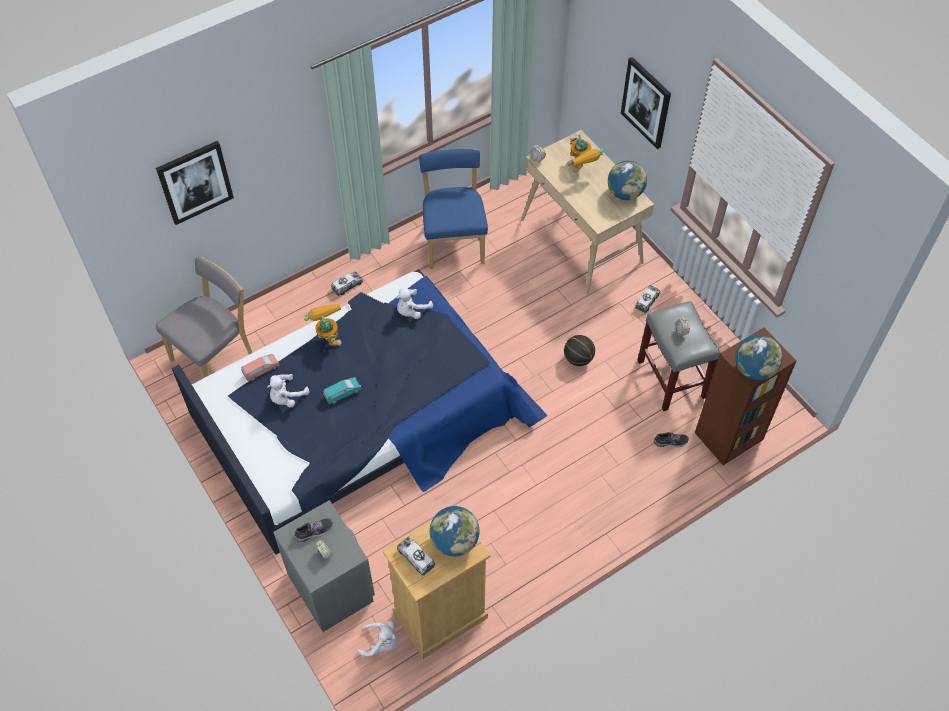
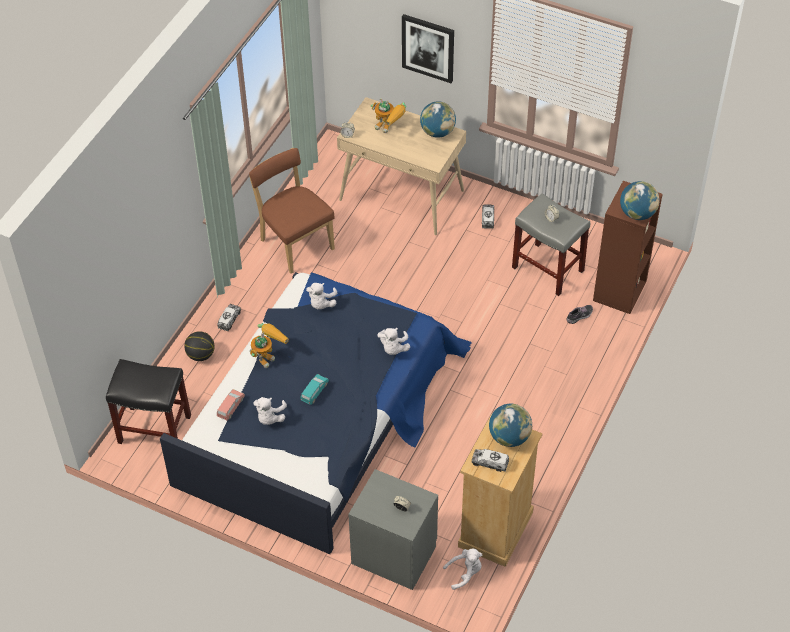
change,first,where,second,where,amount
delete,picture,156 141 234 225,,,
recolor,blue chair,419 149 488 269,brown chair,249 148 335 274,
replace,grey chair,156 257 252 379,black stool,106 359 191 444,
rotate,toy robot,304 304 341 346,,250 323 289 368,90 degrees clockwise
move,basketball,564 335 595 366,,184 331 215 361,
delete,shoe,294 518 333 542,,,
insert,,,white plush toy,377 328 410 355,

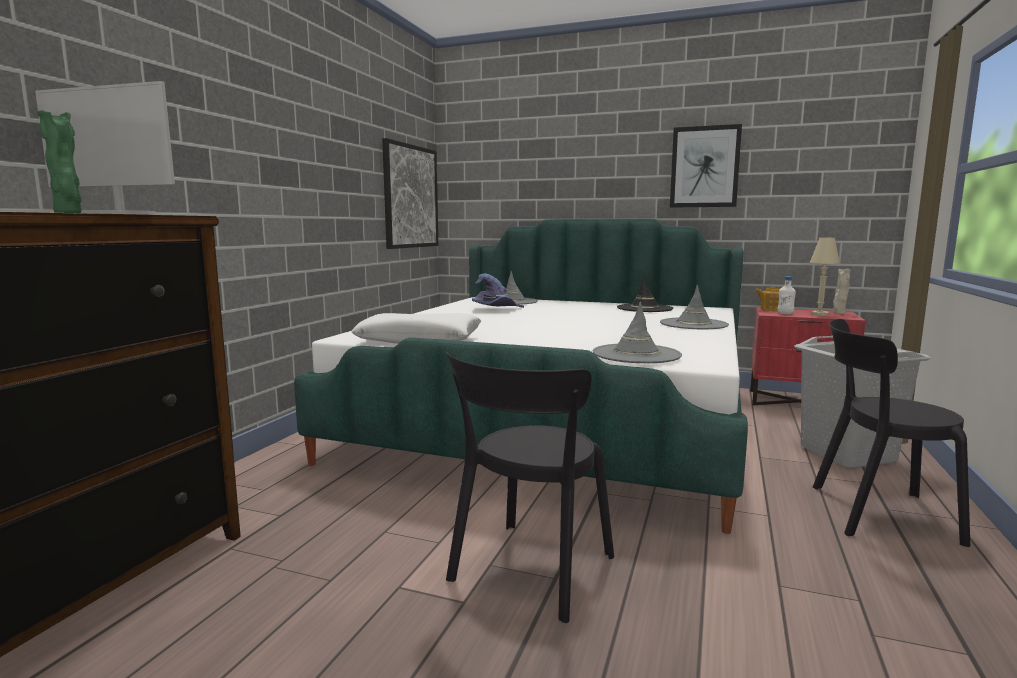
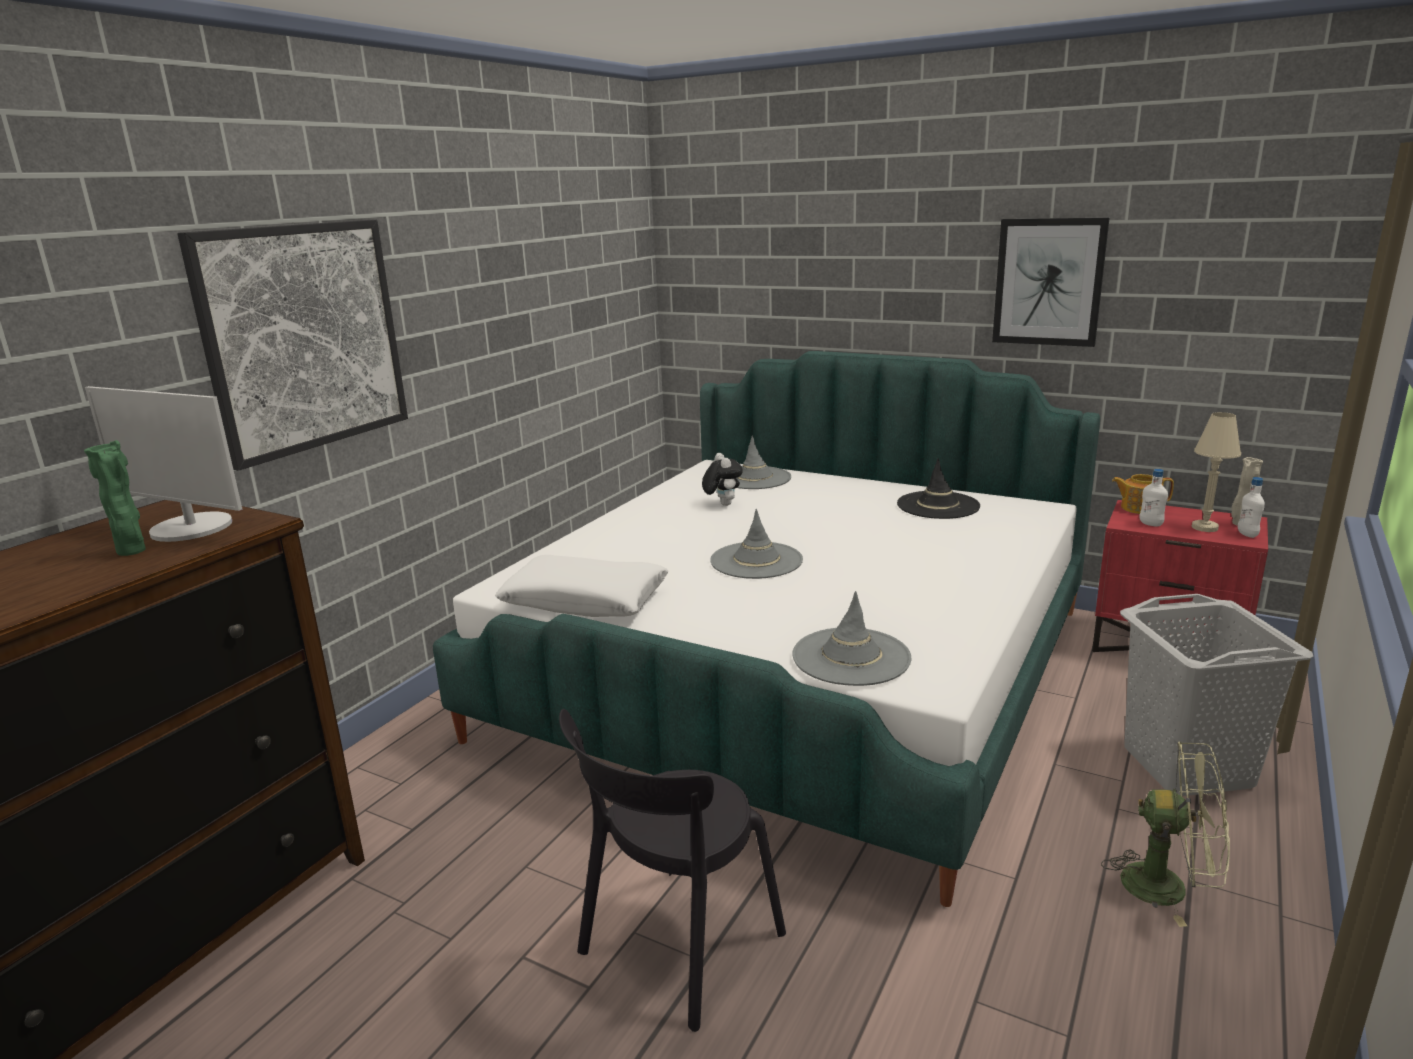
change,first,where,second,where,amount
move,picture,382 138 438 249,,177 220 408 471,
replace,purple hat,472 273 524 308,plush toy,702 453 743 506,
move,grey hat,660 285 729 329,,710 509 803 579,
replace,black chair,813 319 970 547,green fan,1101 741 1230 927,
insert,,,white bottle,1238 477 1265 538,

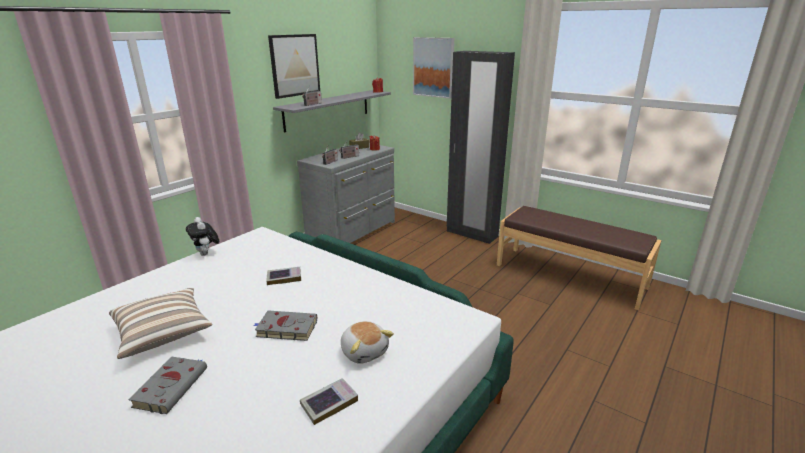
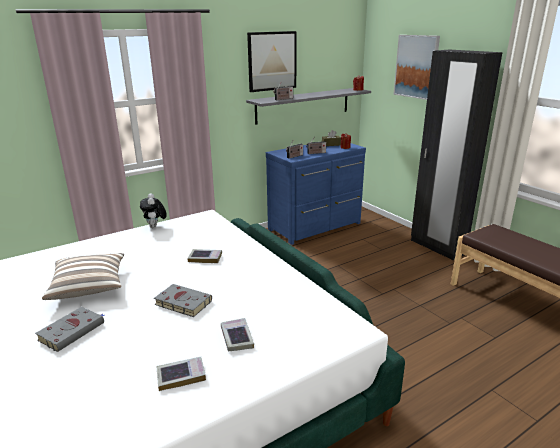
change,first,where,second,where,amount
recolor,grey dresser,297 143 395 243,blue dresser,266 143 366 245,
replace,plush toy,341 321 394 364,book,221 318 254 351,

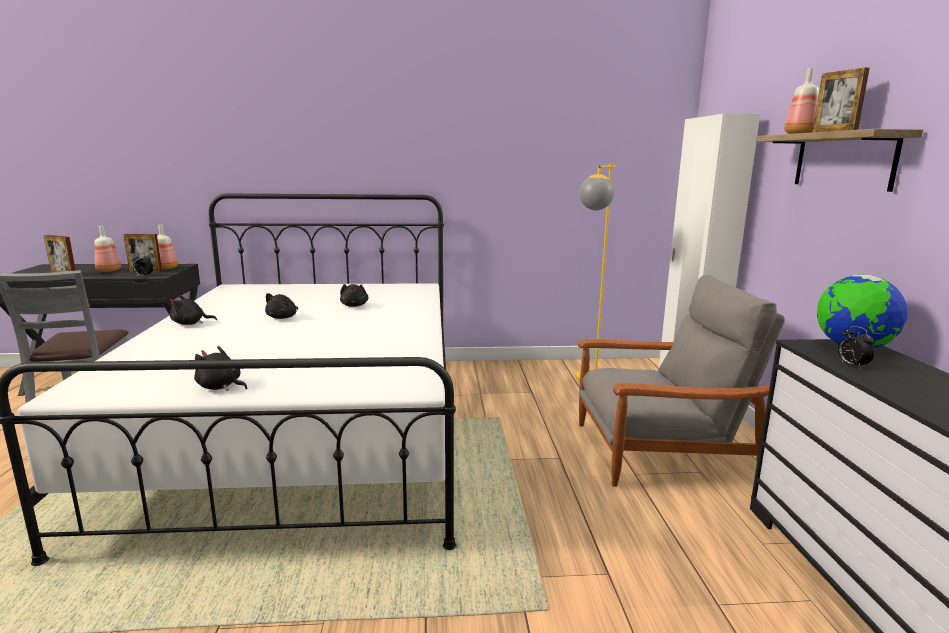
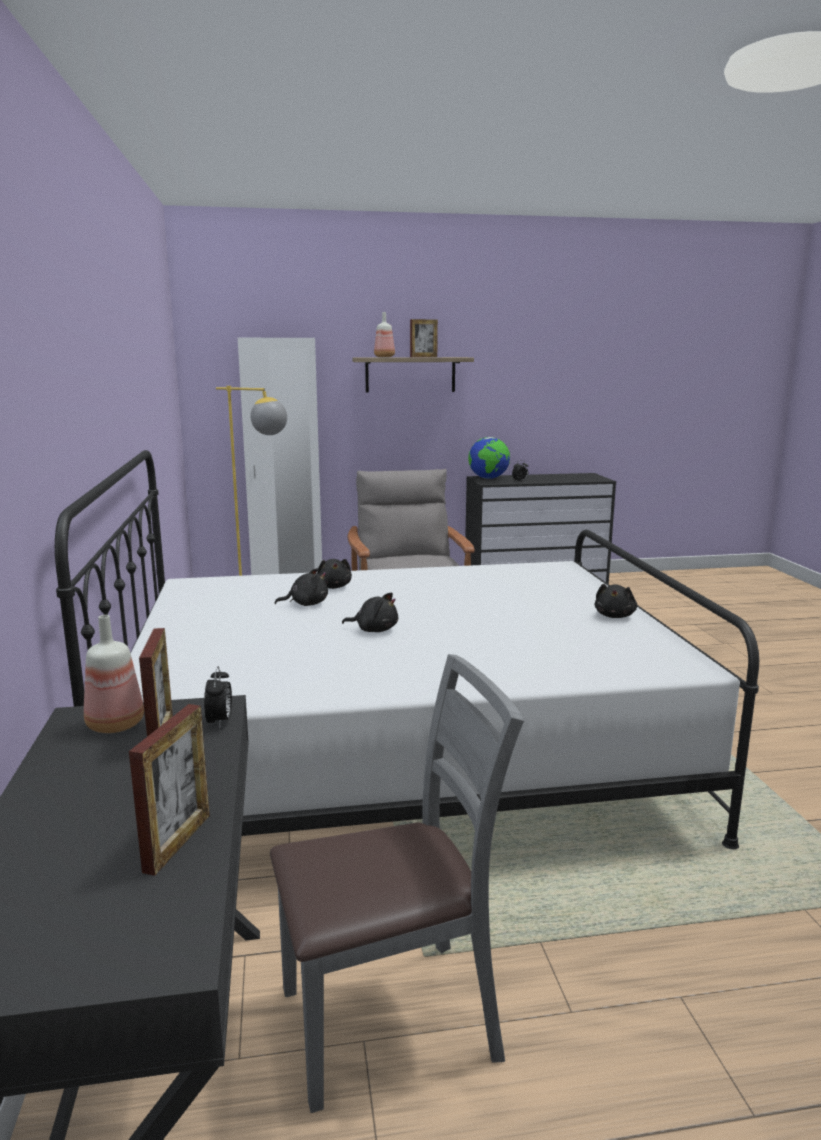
change,first,where,second,where,amount
delete,bottle,95 226 121 272,,,
move,black plush toy,170 295 217 325,,317 559 352 589,

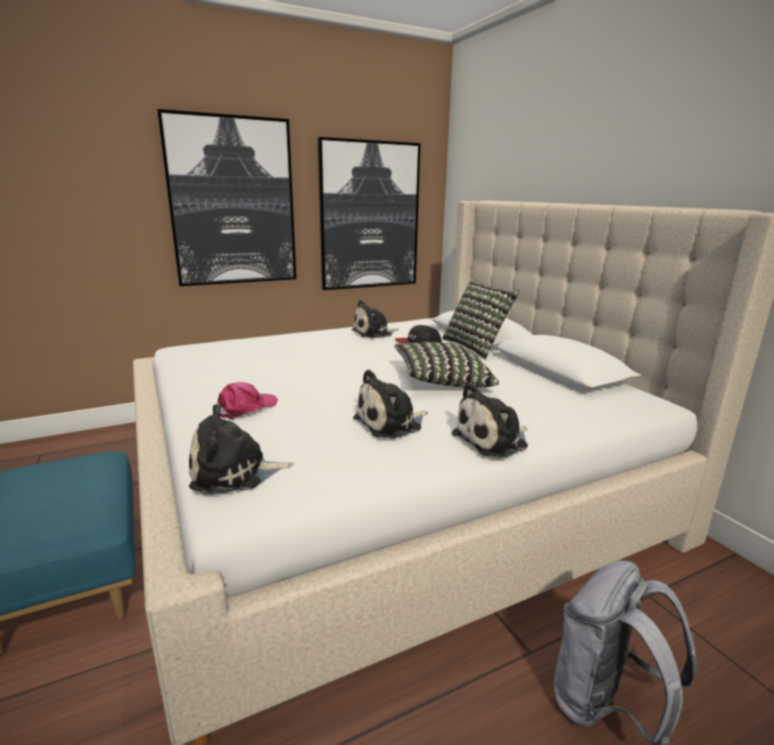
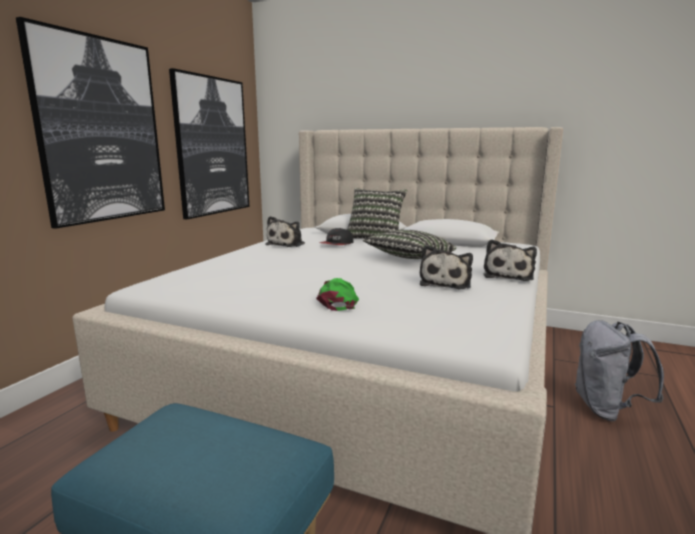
change,first,where,second,where,amount
recolor,pink cap,218 382 278 419,green cap,316 278 359 311,
delete,plush toy,189 404 294 495,,,

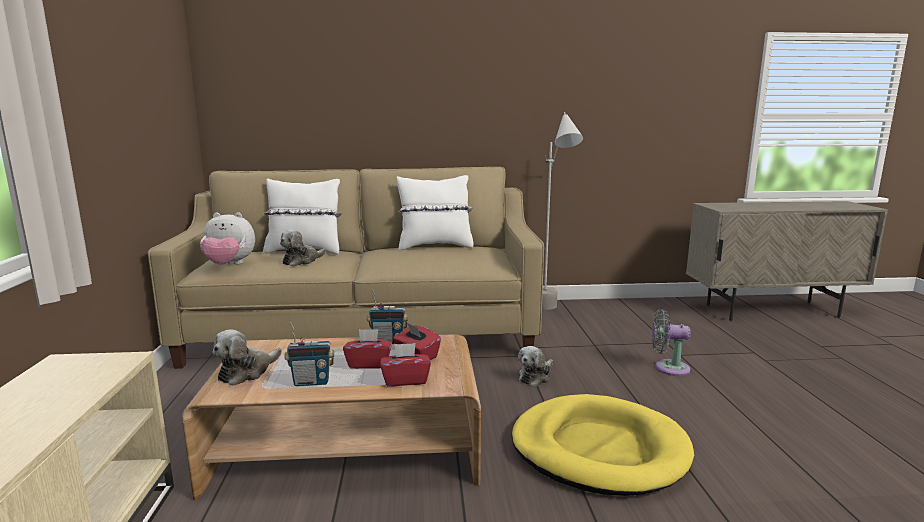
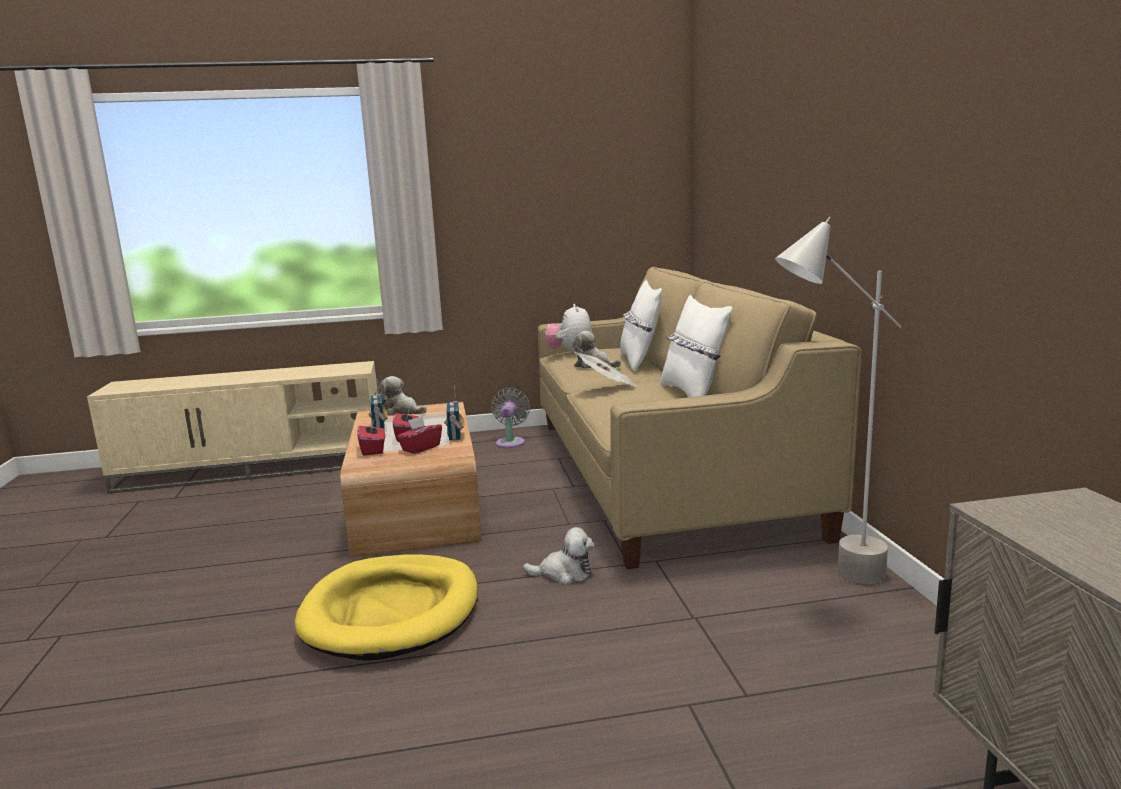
change,first,where,second,where,amount
move,grey fan,652 309 691 376,,491 388 530 448,
rotate,plush toy,518 346 553 387,,523 527 595 584,150 degrees clockwise
insert,,,newspaper,574 352 638 387,

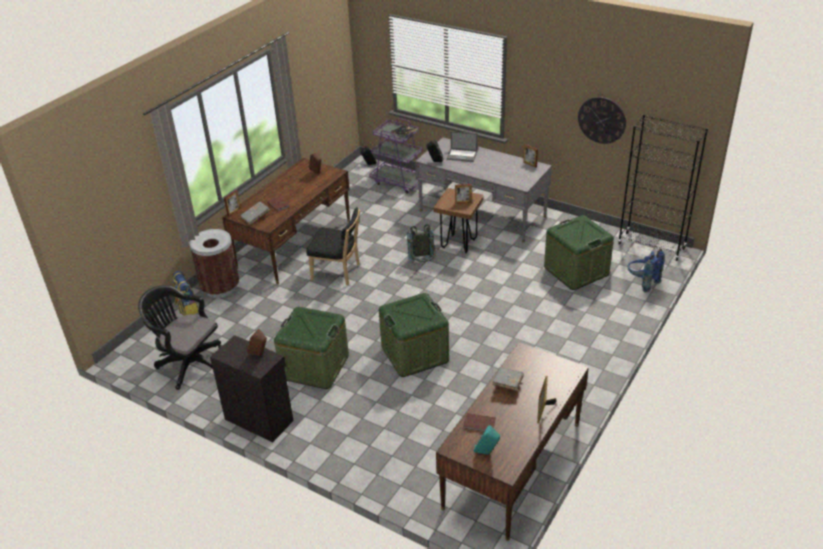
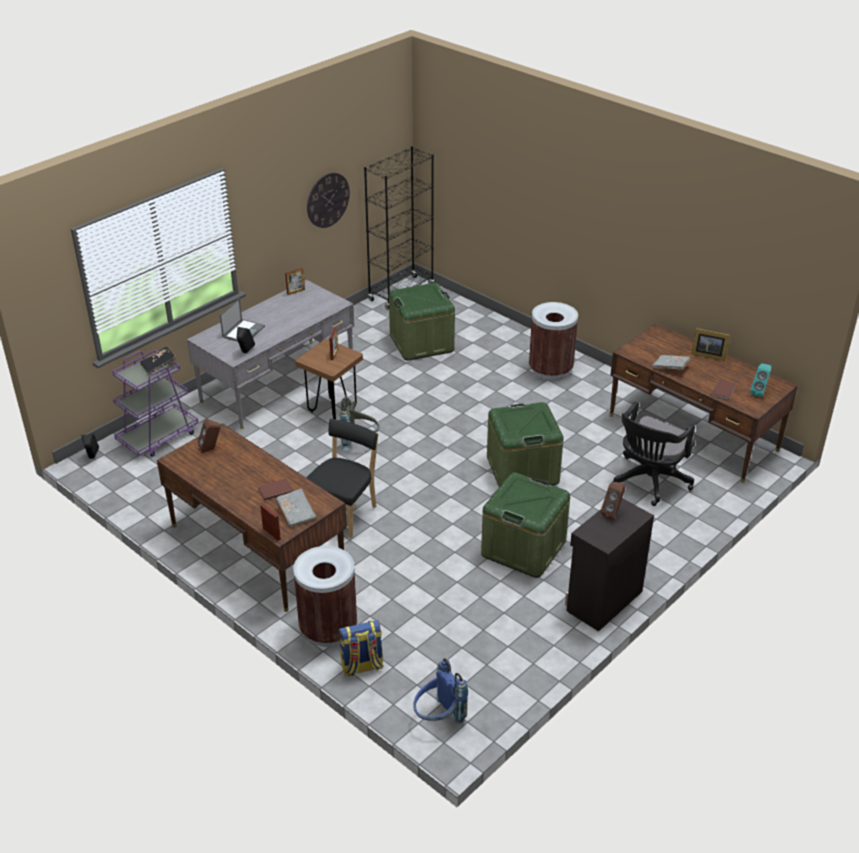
change,first,where,second,where,amount
move,blue backpack,627 249 665 293,,413 658 468 724,
move,black office chair,138 285 223 390,,612 402 695 506,
insert,,,brown trash can,529 302 578 381,

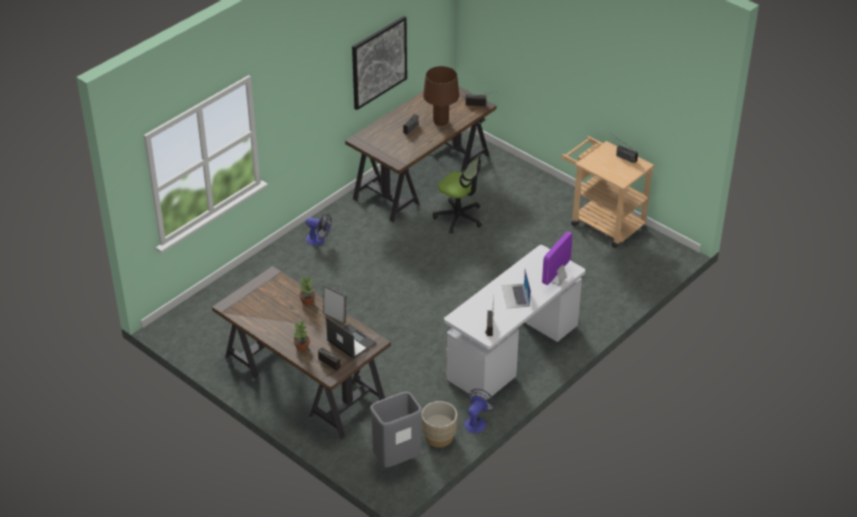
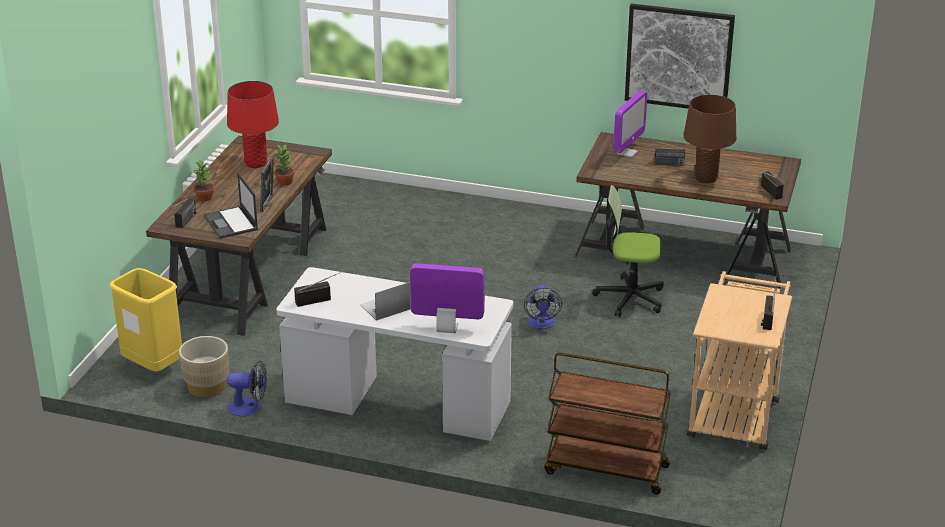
change,first,where,second,where,amount
rotate,office chair,433 153 482 234,,592 185 664 317,90 degrees clockwise
move,fan,306 214 332 246,,524 285 562 329,
rotate,laptop,326 317 376 359,,204 172 258 239,135 degrees clockwise
recolor,grey trash can,370 392 422 467,yellow trash can,109 268 182 372,
insert,,,red table lamp,227 81 279 168,
insert,,,monitor,613 90 647 158,
insert,,,brown cart,544 352 671 494,

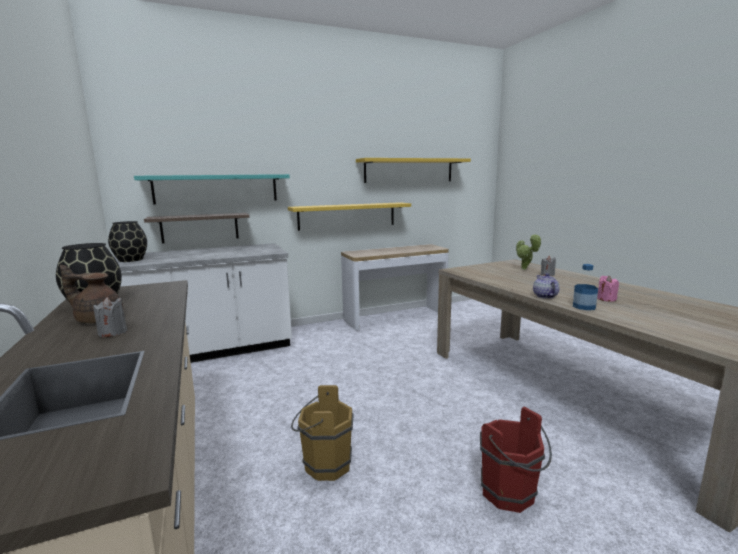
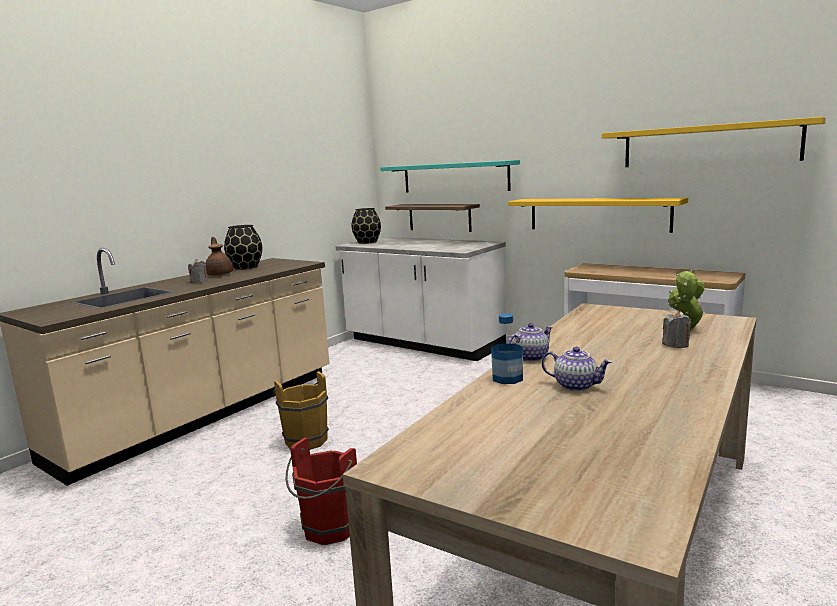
change,first,where,second,where,amount
replace,pink candle,597 276 619 302,teapot,541 347 613 391,

